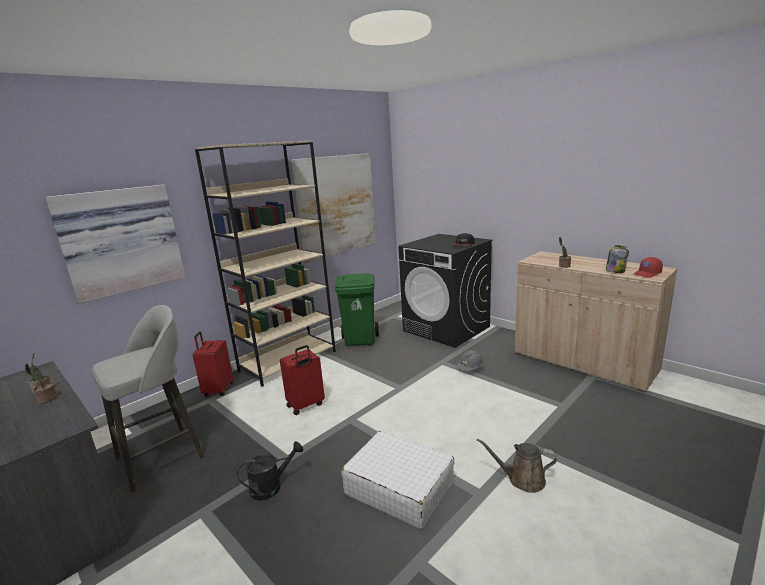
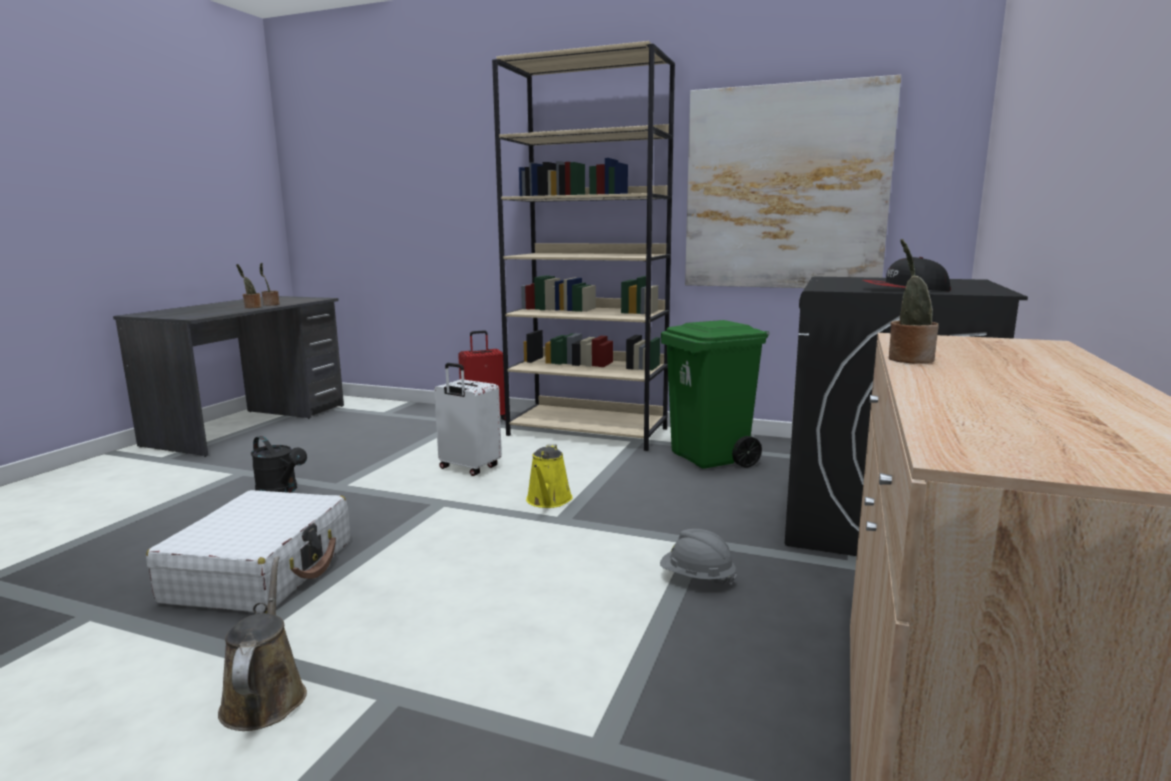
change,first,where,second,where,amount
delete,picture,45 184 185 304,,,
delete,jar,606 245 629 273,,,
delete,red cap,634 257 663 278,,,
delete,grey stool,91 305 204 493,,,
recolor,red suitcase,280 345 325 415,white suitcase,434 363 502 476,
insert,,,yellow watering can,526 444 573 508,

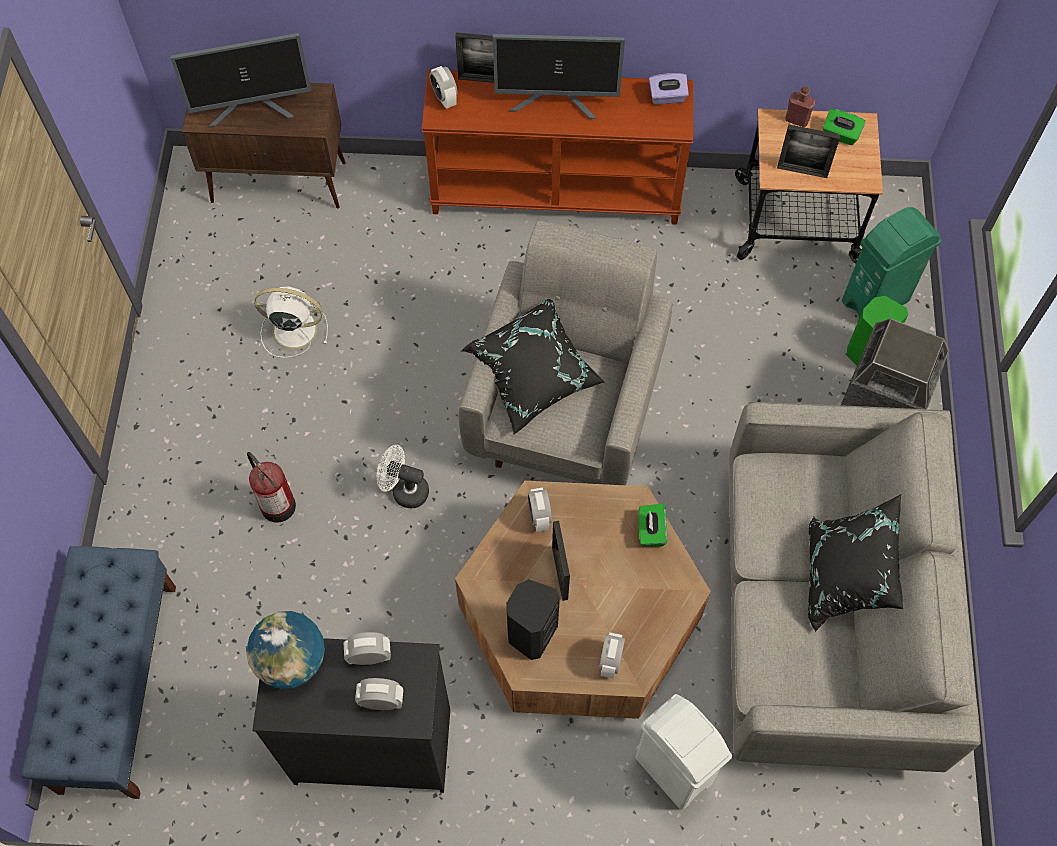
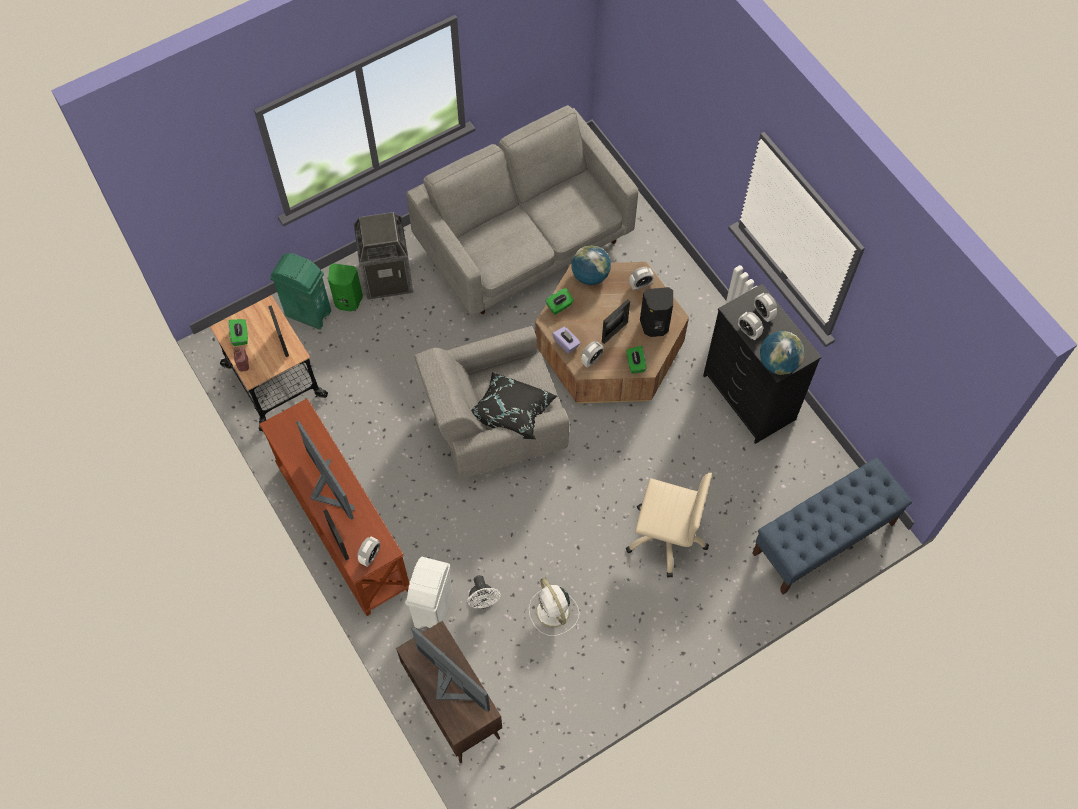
change,first,where,second,where,amount
move,purple tissue box,649 73 689 105,,552 327 580 354,
move,white fan,376 445 429 508,,467 575 501 609,
replace,fire extinguisher,247 452 296 523,beige office chair,626 473 712 577,
delete,black pillow,808 494 903 632,,,
move,white trash can,635 694 732 810,,406 557 453 629,
insert,,,globe,571 245 611 285,
insert,,,green tissue box,627 346 647 374,

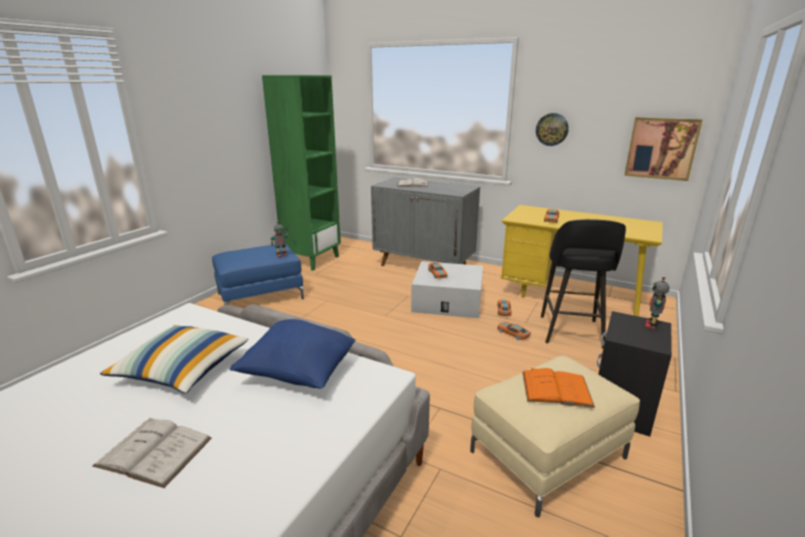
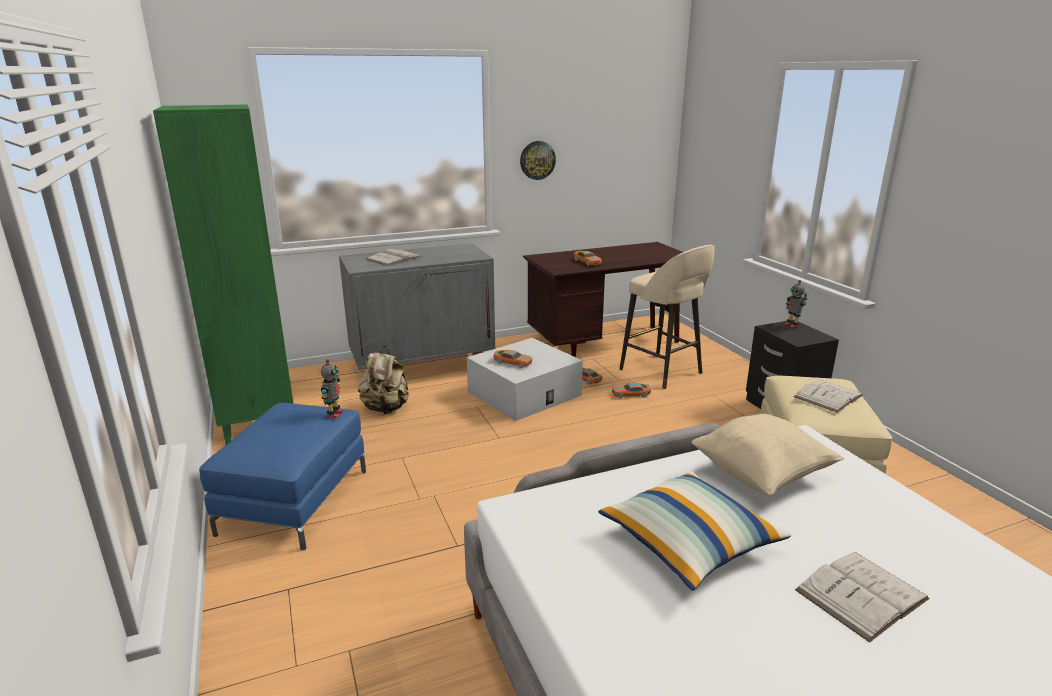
change,first,where,second,where,amount
delete,picture,624 117 703 181,,,
recolor,yellow desk,501 205 663 316,brown desk,523 242 683 357,
recolor,black stool,541 219 626 348,beige stool,619 245 715 389,
recolor,blue pillow,230 319 355 388,beige pillow,692 414 844 495,
recolor,orange book,522 368 595 408,white book,794 380 863 413,
insert,,,beige backpack,358 346 409 414,

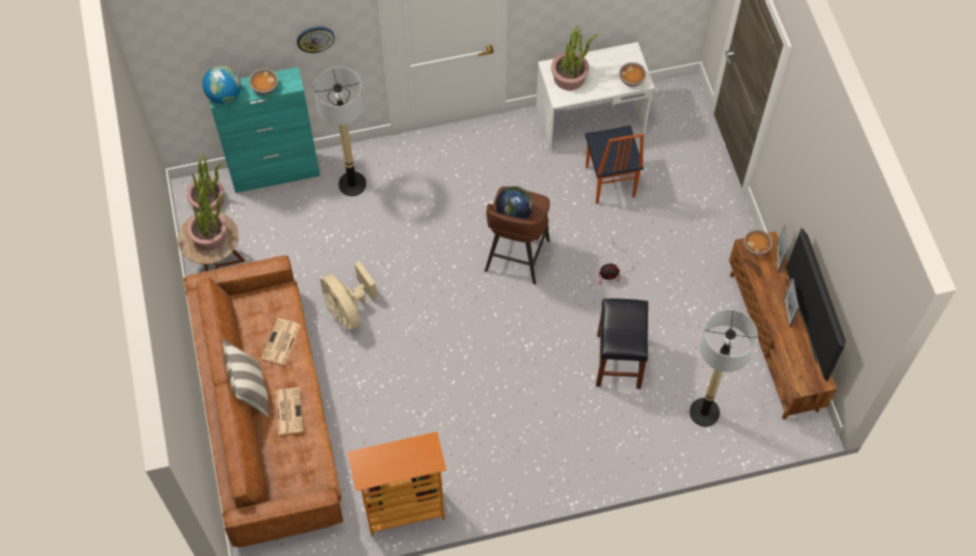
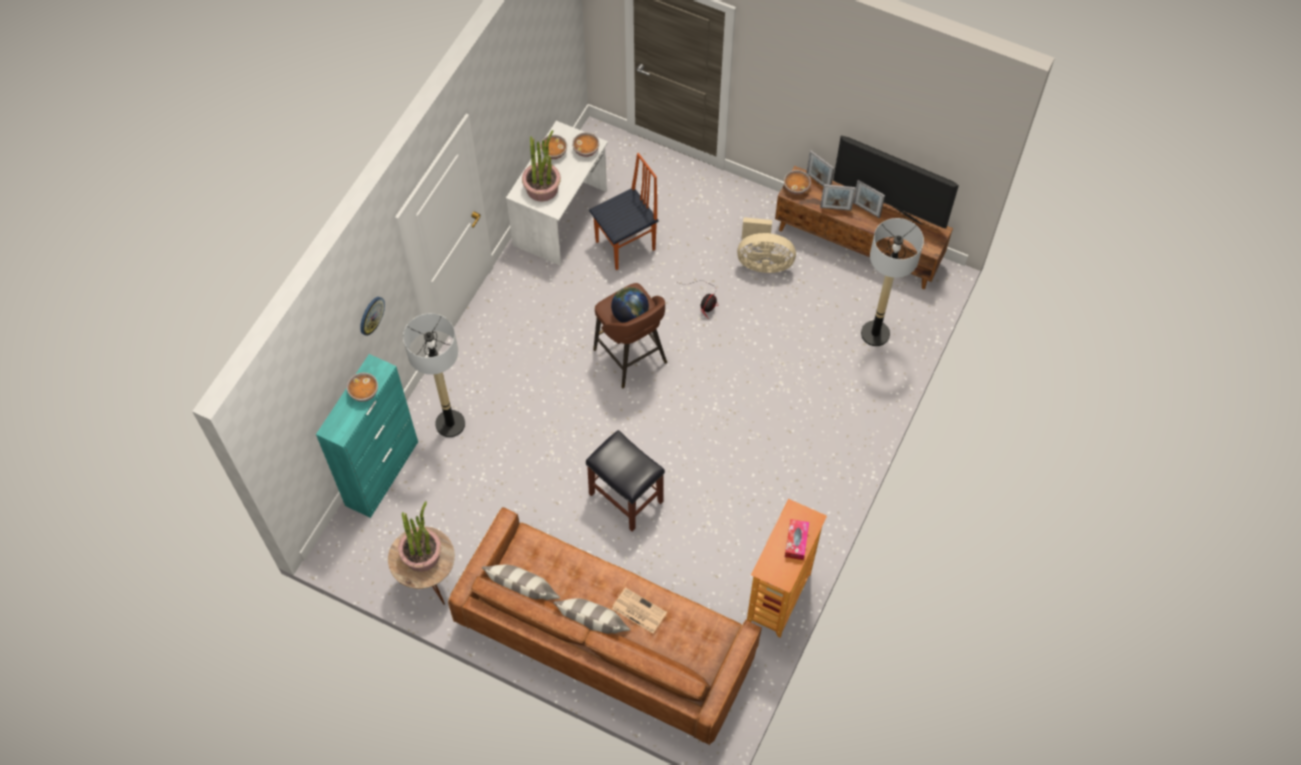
change,first,where,second,where,amount
delete,globe,202 65 241 104,,,
rotate,chair,585 125 644 204,,589 153 658 270,60 degrees counterclockwise
delete,potted plant,187 154 224 212,,,
move,beige fan,320 261 377 330,,737 217 796 273,
move,black stool,596 299 648 389,,586 430 665 532,
delete,newspaper,261 318 300 365,,,
insert,,,bowl,540 135 567 159,
insert,,,picture frame,820 184 856 211,
insert,,,tissue box,785 519 809 560,
insert,,,pillow,482 565 560 600,

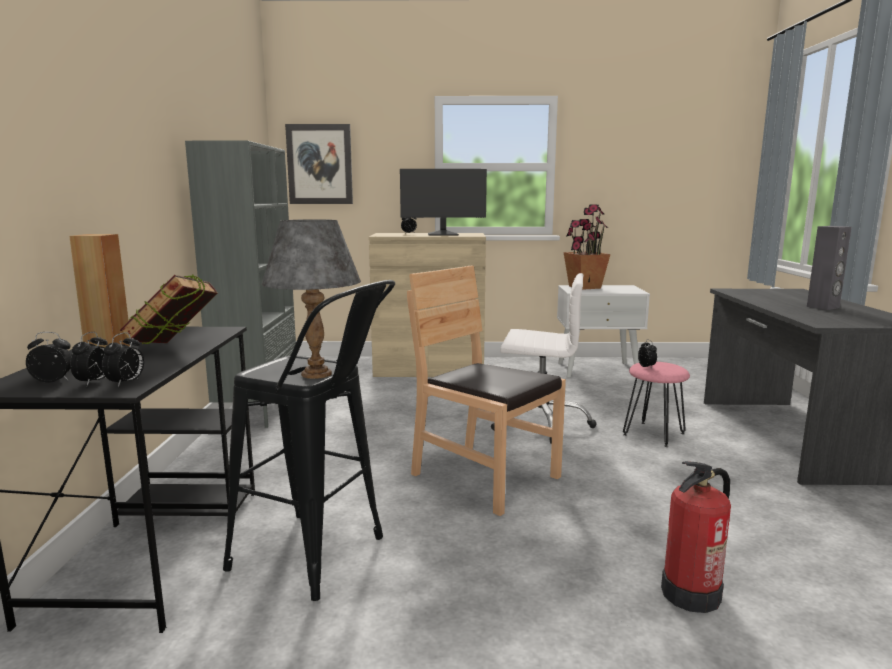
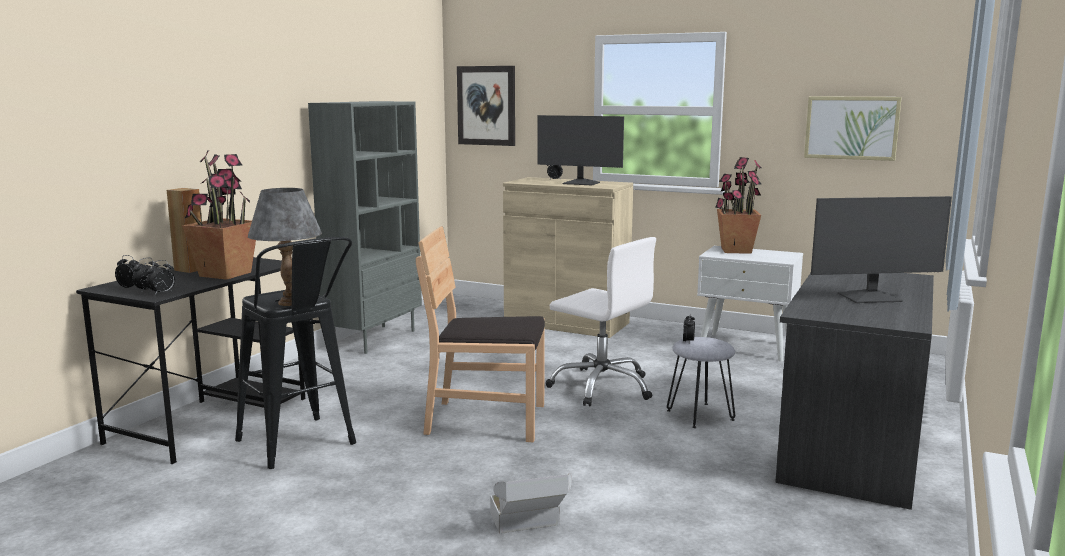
change,first,where,second,where,amount
replace,grey speaker,807 226 852 310,monitor,811 196 952 303,
rotate,brown chair,407 265 566 516,,416 226 545 443,60 degrees counterclockwise
replace,book,120 275 218 344,potted plant,182 150 256 280,
recolor,pink stool,623 362 690 447,grey stool,667 337 735 428,
replace,fire extinguisher,661 461 731 613,cardboard box,490 473 572 534,
insert,,,picture,804 96 902 161,

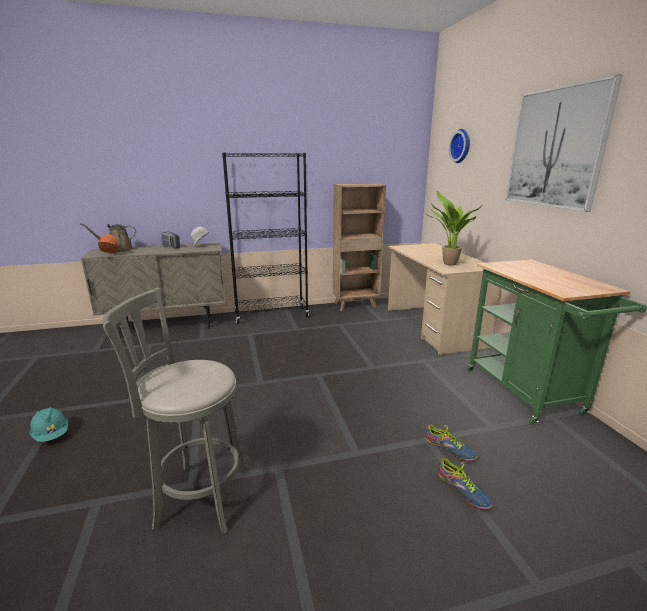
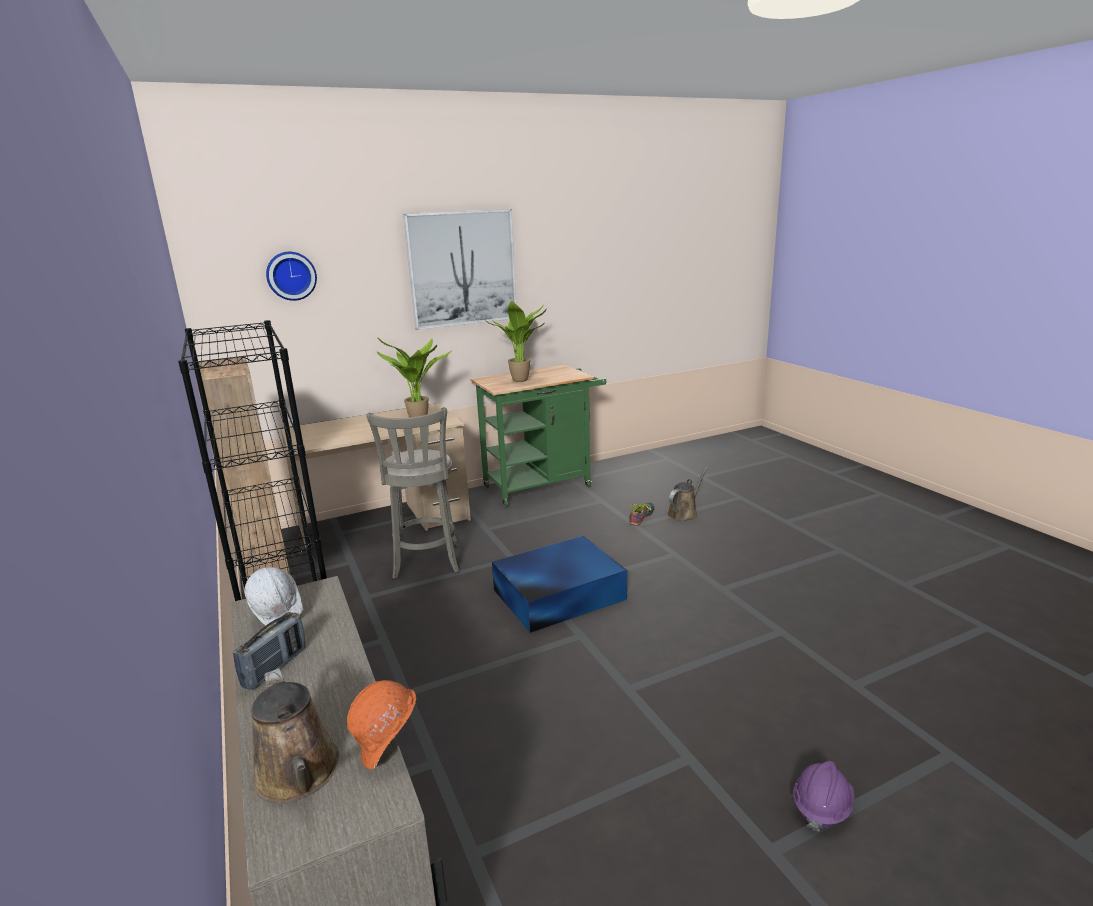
change,first,where,second,where,amount
move,grey stool,102 287 247 535,,367 407 460 579,
recolor,turquoise hard hat,30 407 68 442,purple hard hat,793 761 854 832,
replace,shoe,438 458 493 510,brown watering can,667 468 708 521,
insert,,,potted plant,484 301 547 382,
insert,,,blue storage box,492 536 627 633,

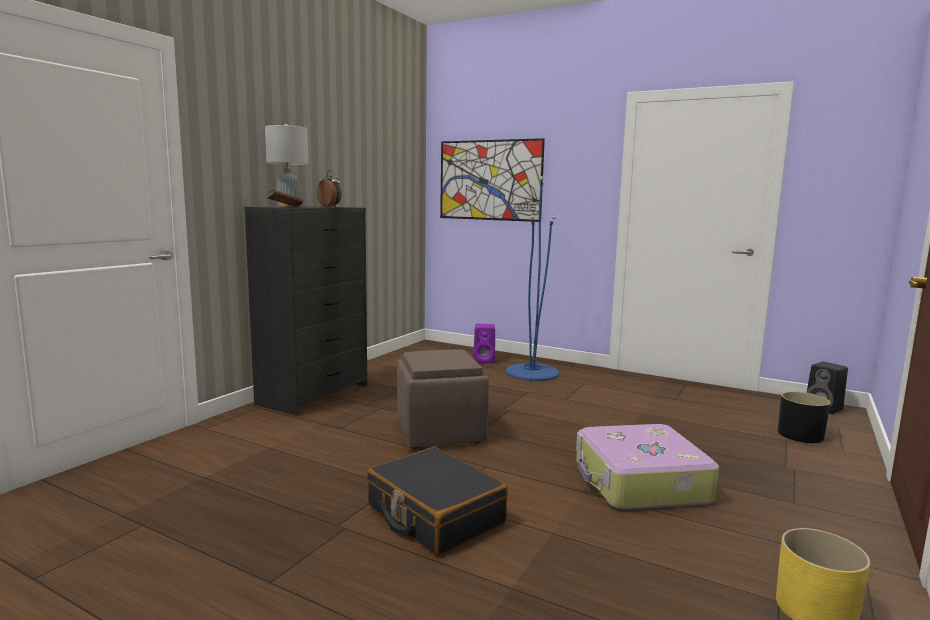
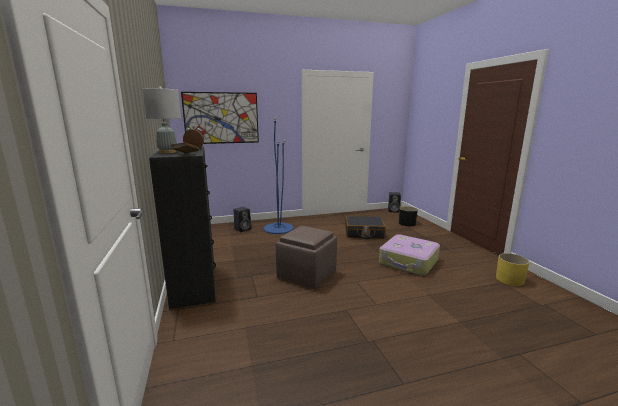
change,first,where,second,where,amount
recolor,purple speaker,473 324 495 363,black speaker,234 207 251 232,
move,black suitcase,367 447 508 556,,345 216 386 239,

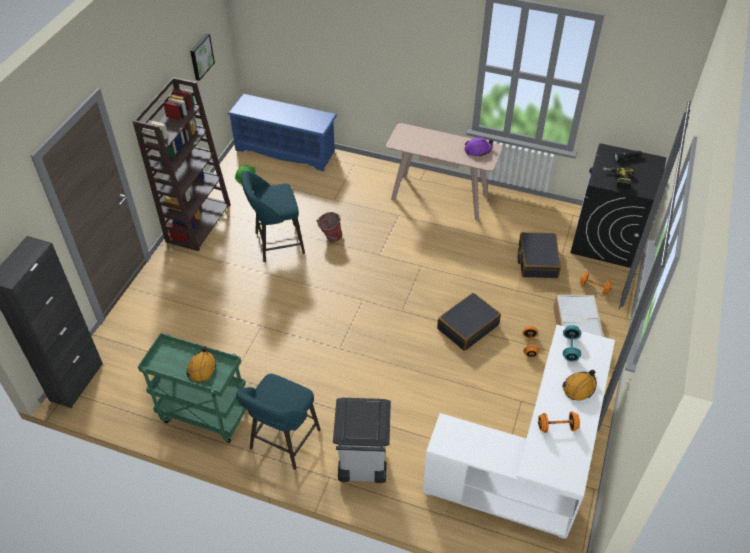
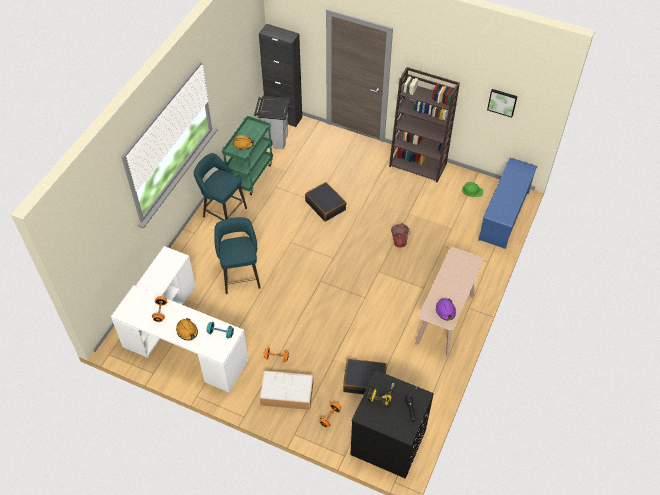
change,first,where,second,where,amount
move,turquoise stool,241 171 305 262,,214 217 261 294,
move,black suitcase,437 293 501 351,,305 182 347 222,
move,grey trash can,333 398 391 483,,254 96 290 149,

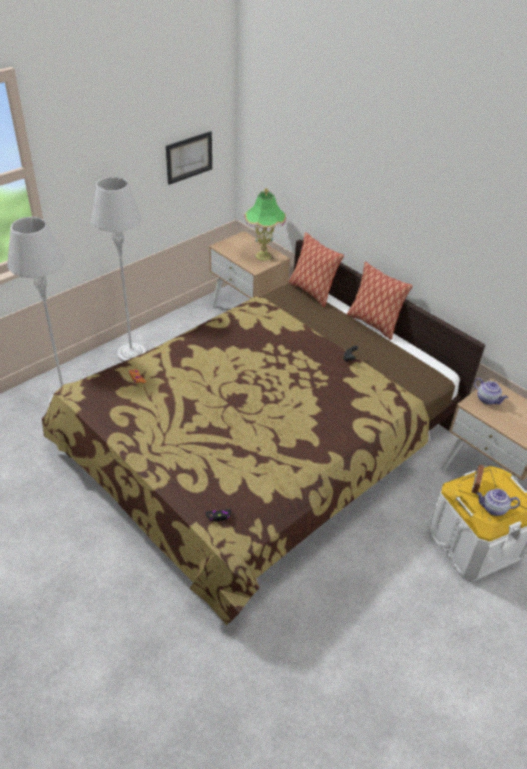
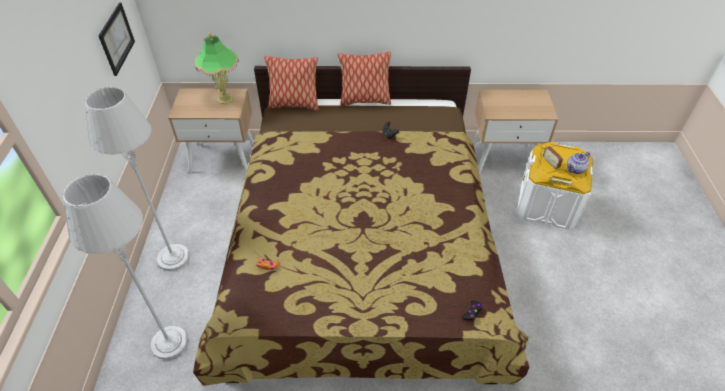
change,first,where,second,where,amount
delete,teapot,474 378 508 405,,,

